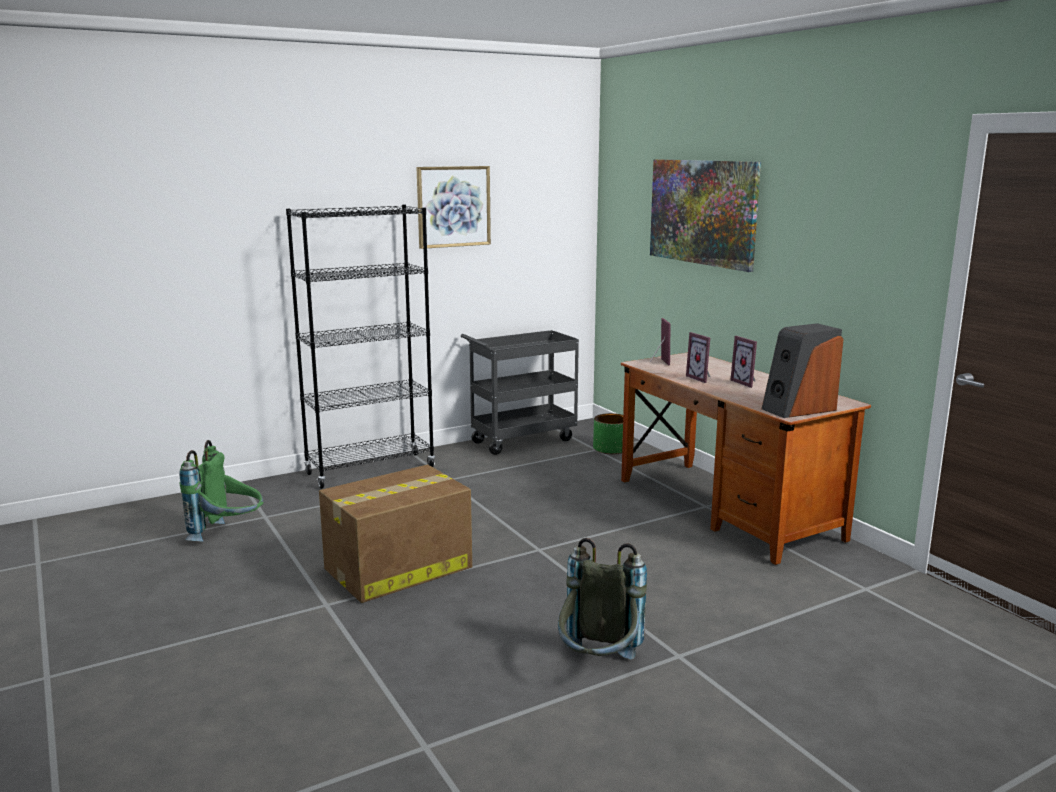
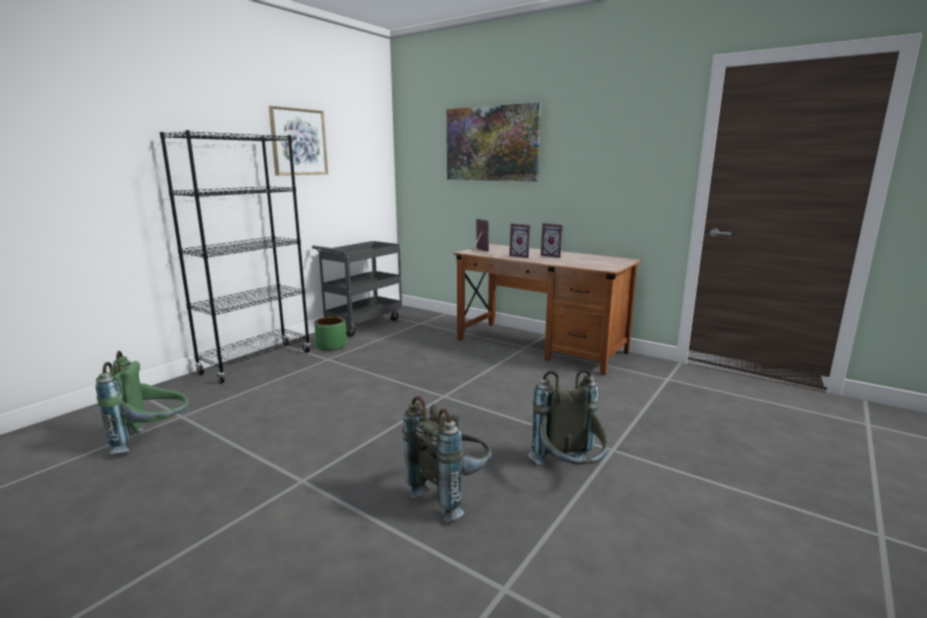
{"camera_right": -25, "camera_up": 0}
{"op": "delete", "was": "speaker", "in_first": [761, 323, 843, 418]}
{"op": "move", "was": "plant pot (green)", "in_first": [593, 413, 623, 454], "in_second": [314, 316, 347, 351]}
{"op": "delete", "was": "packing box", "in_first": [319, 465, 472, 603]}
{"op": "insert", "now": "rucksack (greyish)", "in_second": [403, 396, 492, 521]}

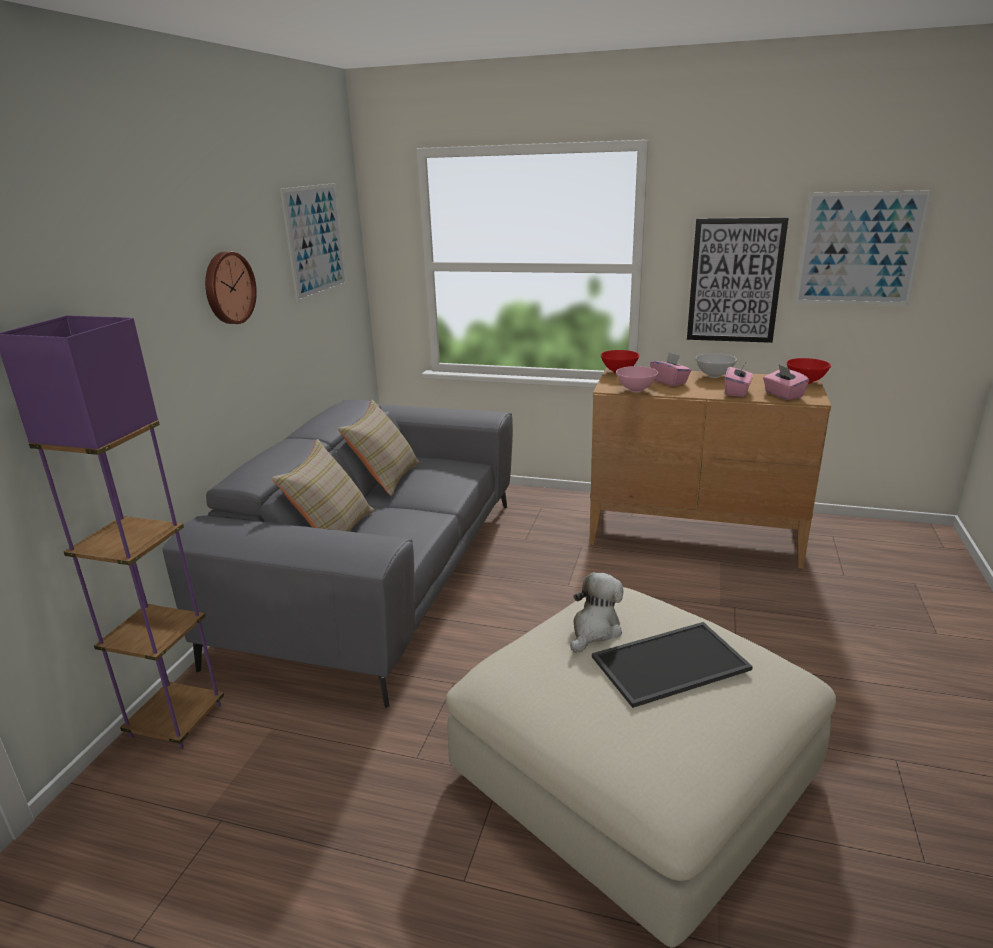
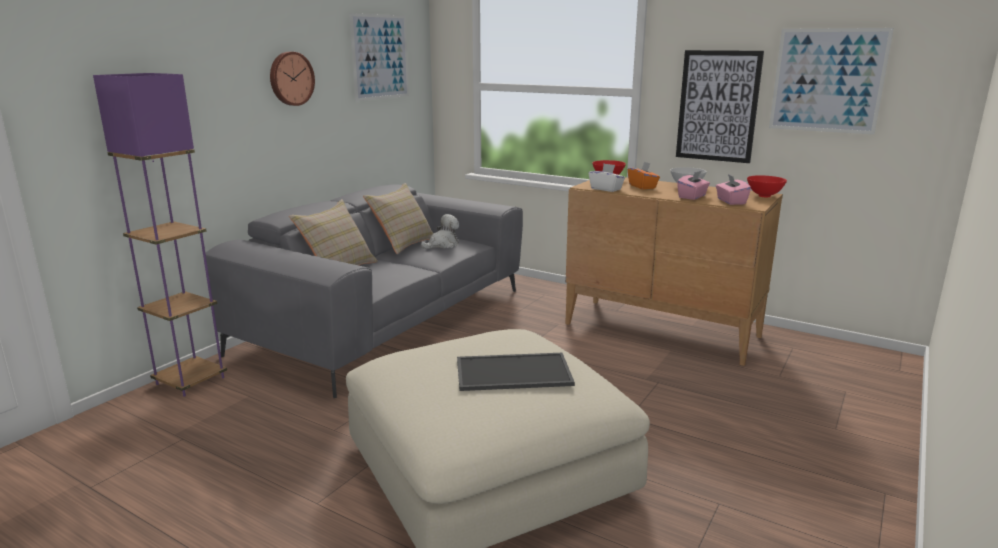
{"camera_right": 15, "camera_up": -5}
{"op": "recolor", "was": "box of tissues (pink)", "now": "box of tissues (orange-coloured)", "in_first": [650, 353, 691, 386], "in_second": [628, 161, 660, 189]}
{"op": "replace", "was": "serving bowl (pink)", "now": "box of tissues (white)", "in_first": [616, 366, 658, 392], "in_second": [589, 164, 625, 192]}
{"op": "move", "was": "soft toy", "in_first": [570, 572, 624, 653], "in_second": [421, 214, 459, 249]}

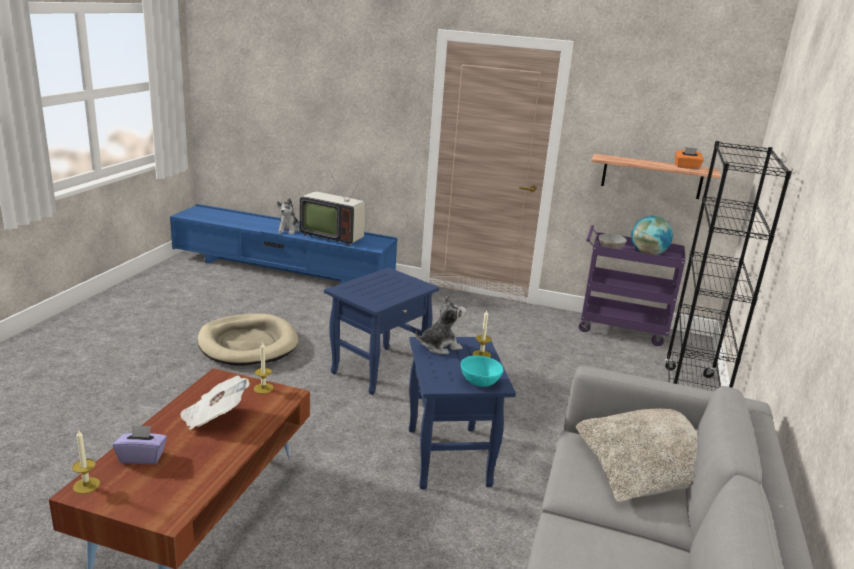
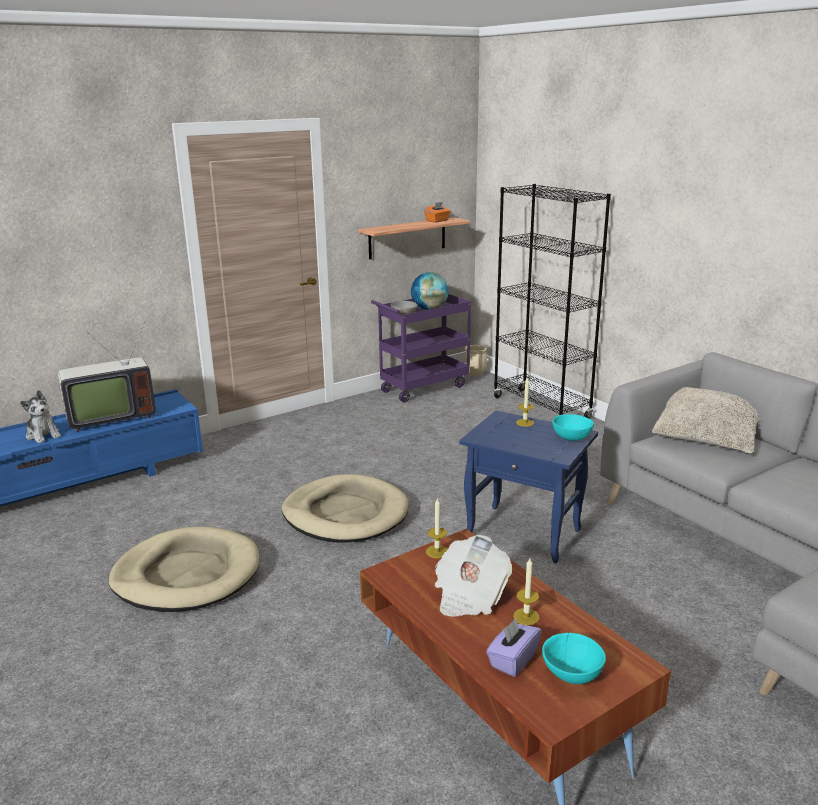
{"camera_right": -50, "camera_up": 0}
{"op": "replace", "was": "accent table (bluish)", "now": "dog cushion (beige-coloured)", "in_first": [324, 268, 440, 395], "in_second": [282, 474, 409, 542]}
{"op": "delete", "was": "soft toy", "in_first": [415, 295, 466, 354]}
{"op": "move", "was": "wax light", "in_first": [72, 430, 100, 494], "in_second": [513, 558, 540, 625]}
{"op": "insert", "now": "plant pot (beige-coloured)", "in_second": [465, 345, 487, 377]}
{"op": "insert", "now": "serving bowl (blue-green)", "in_second": [542, 633, 606, 684]}

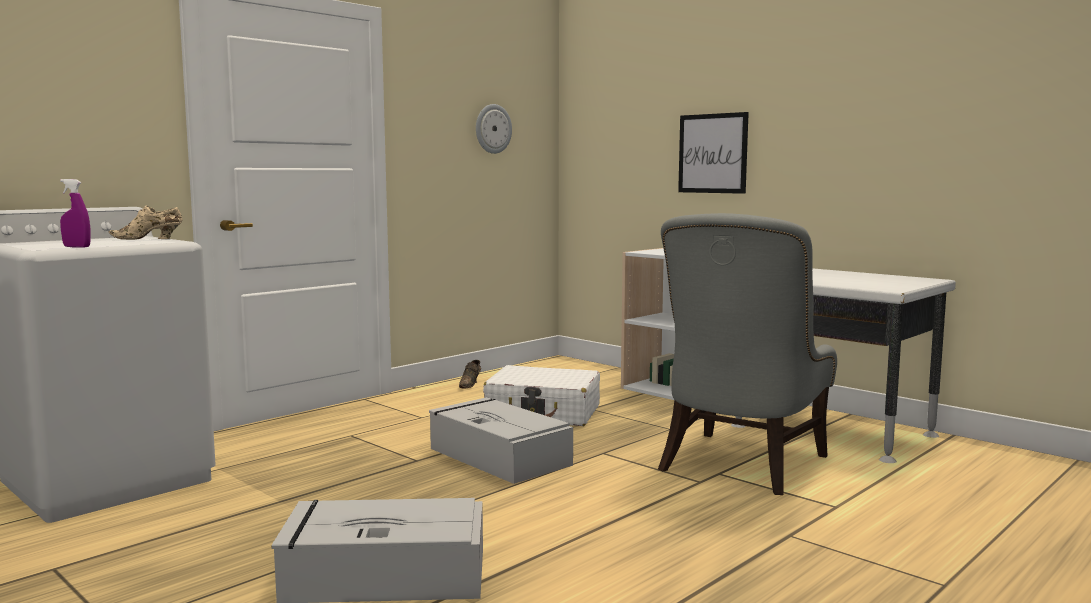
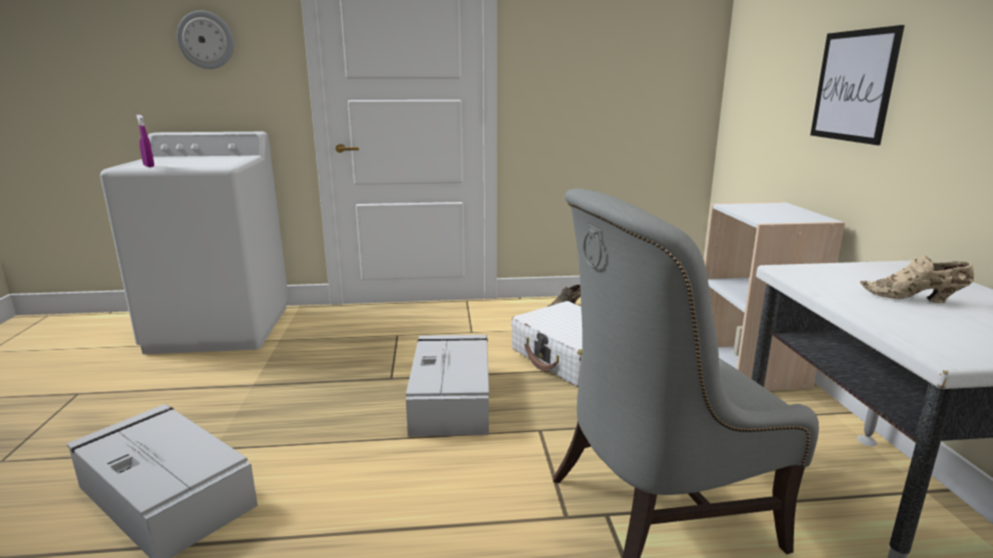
{"camera_right": 40, "camera_up": 10}
{"op": "move", "was": "wall clock", "in_first": [476, 104, 512, 154], "in_second": [177, 11, 234, 69]}
{"op": "move", "was": "item of footwear (beige-coloured)", "in_first": [108, 205, 183, 240], "in_second": [860, 255, 974, 303]}

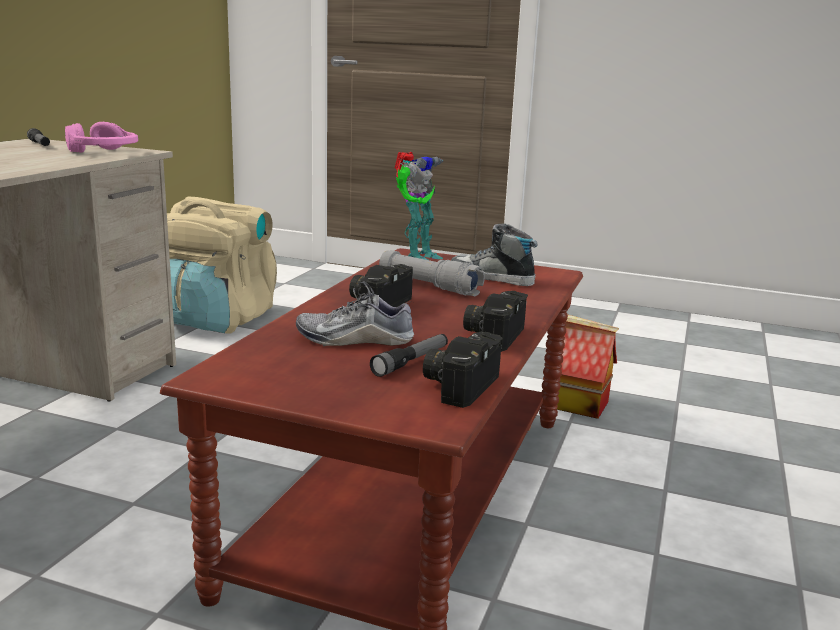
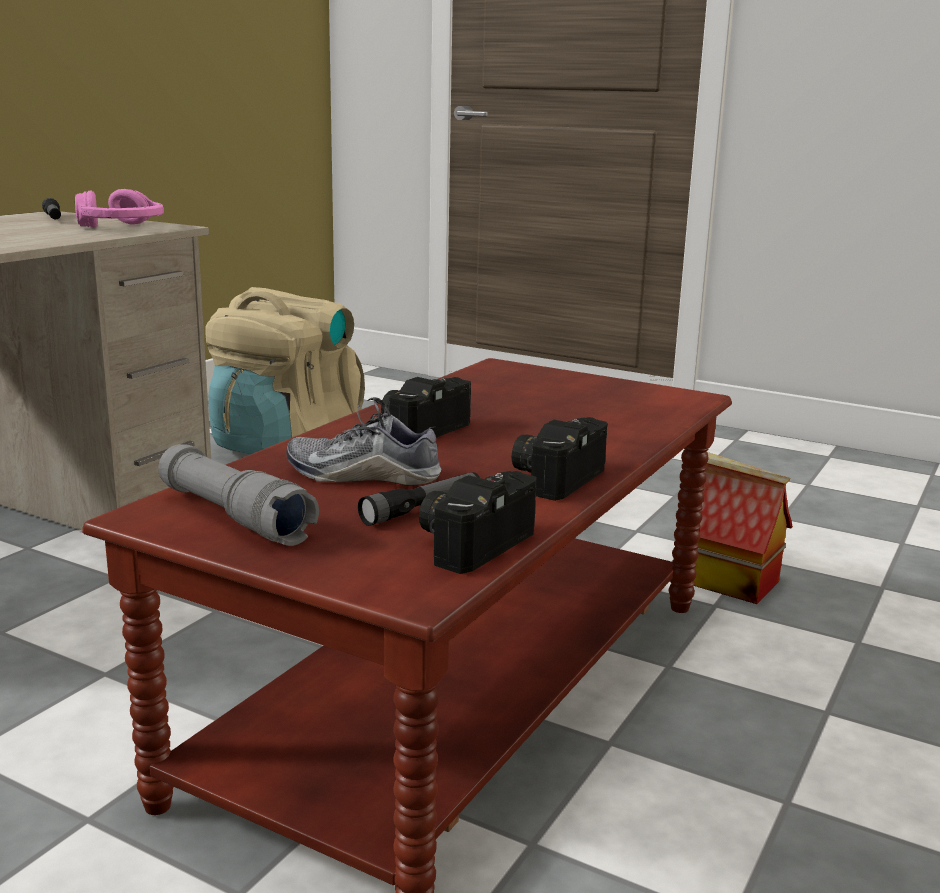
{"camera_right": 10, "camera_up": 0}
{"op": "delete", "was": "robot figure", "in_first": [395, 152, 444, 260]}
{"op": "delete", "was": "item of footwear", "in_first": [451, 223, 538, 286]}
{"op": "move", "was": "flashlight (greyish)", "in_first": [379, 250, 485, 296], "in_second": [158, 444, 319, 546]}

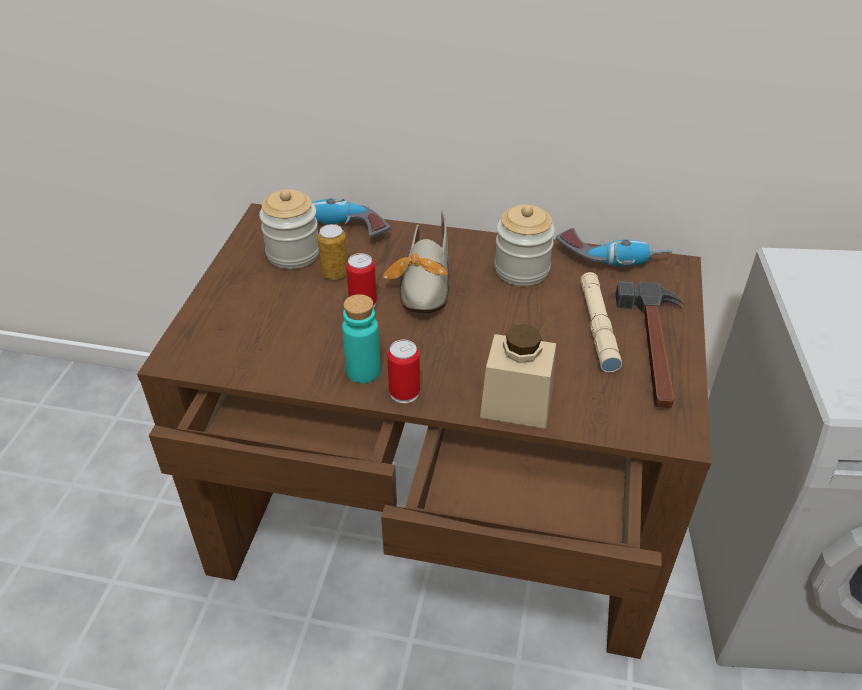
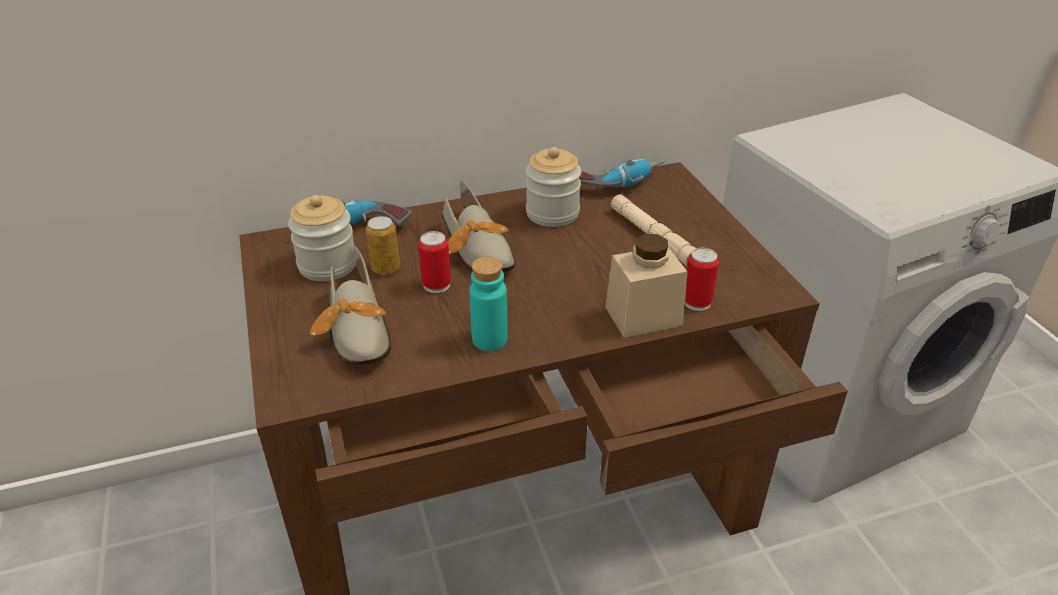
{"camera_right": -30, "camera_up": -5}
{"op": "delete", "was": "tool hammer", "in_first": [615, 281, 684, 408]}
{"op": "move", "was": "can", "in_first": [387, 340, 420, 403], "in_second": [685, 248, 719, 311]}
{"op": "insert", "now": "item of footwear", "in_second": [310, 246, 391, 365]}

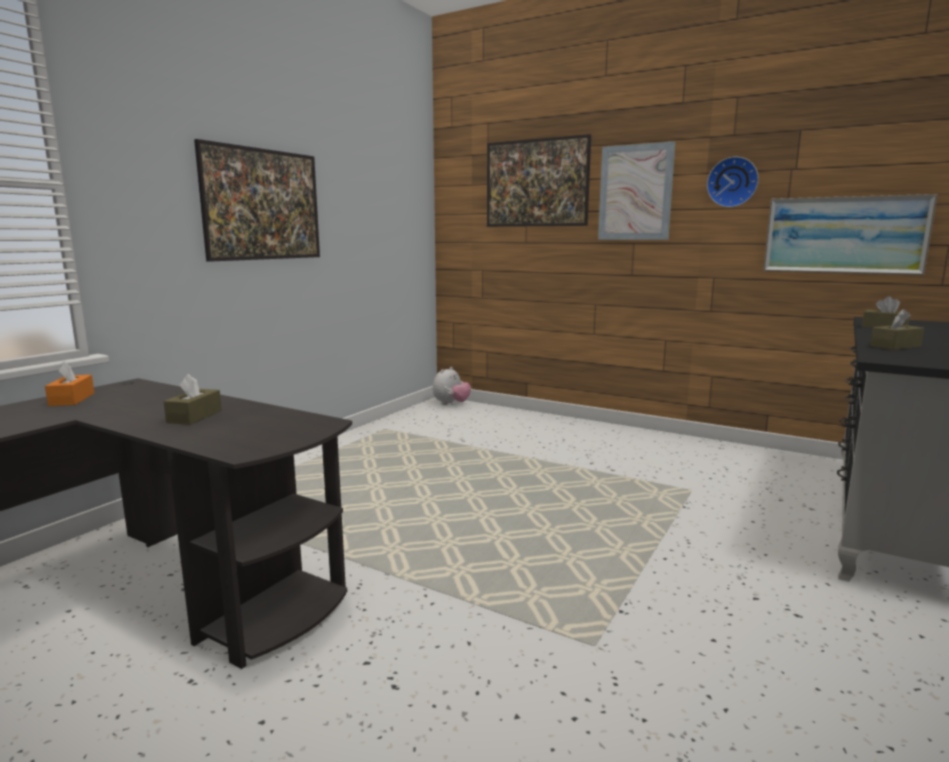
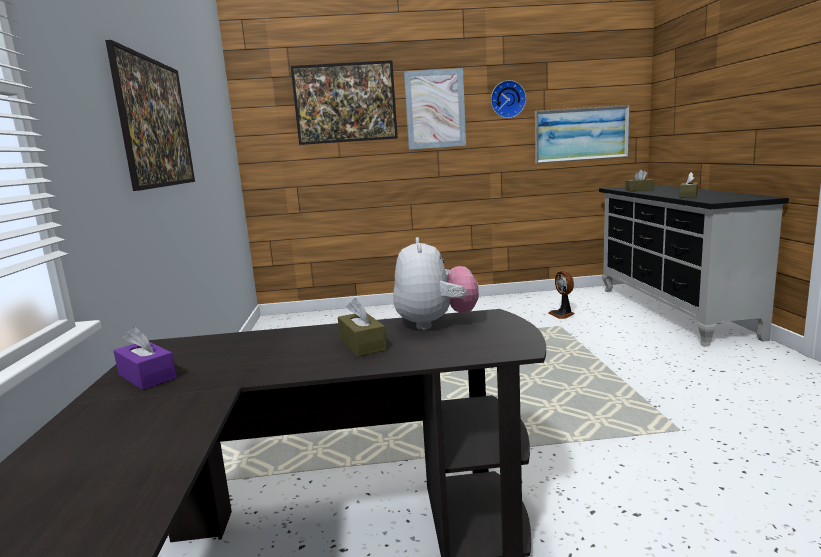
{"camera_right": -35, "camera_up": 0}
{"op": "recolor", "was": "box of tissues (orange-coloured)", "now": "box of tissues (purple-coloured)", "in_first": [45, 361, 94, 406], "in_second": [114, 326, 177, 390]}
{"op": "move", "was": "soft toy", "in_first": [433, 367, 471, 405], "in_second": [393, 237, 479, 330]}
{"op": "insert", "now": "fan", "in_second": [548, 270, 575, 319]}

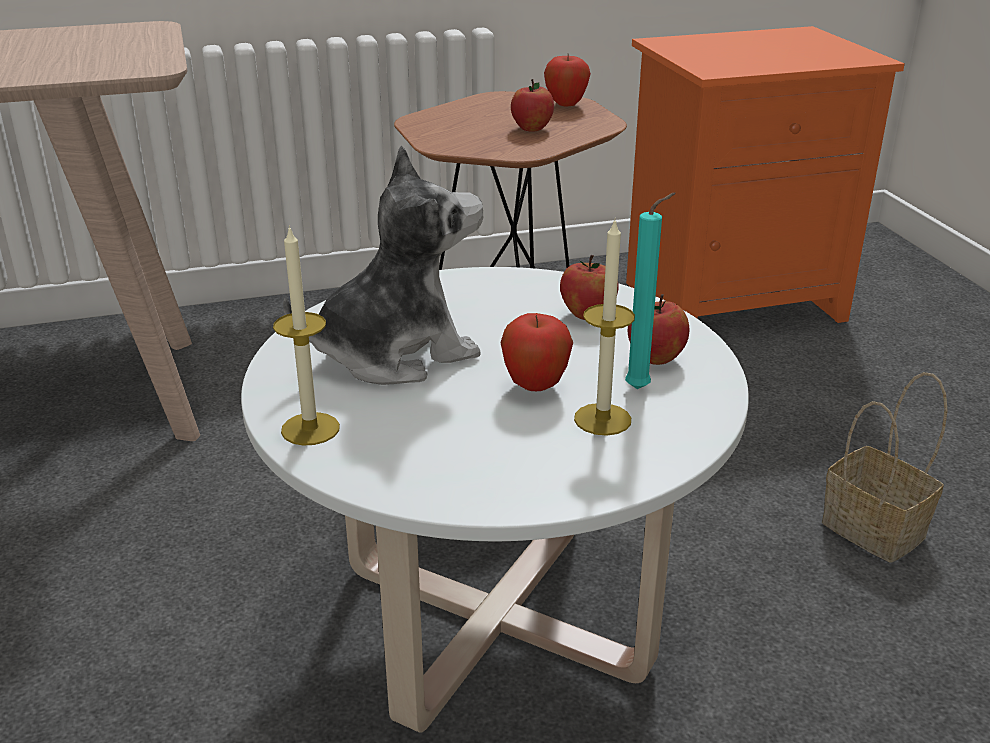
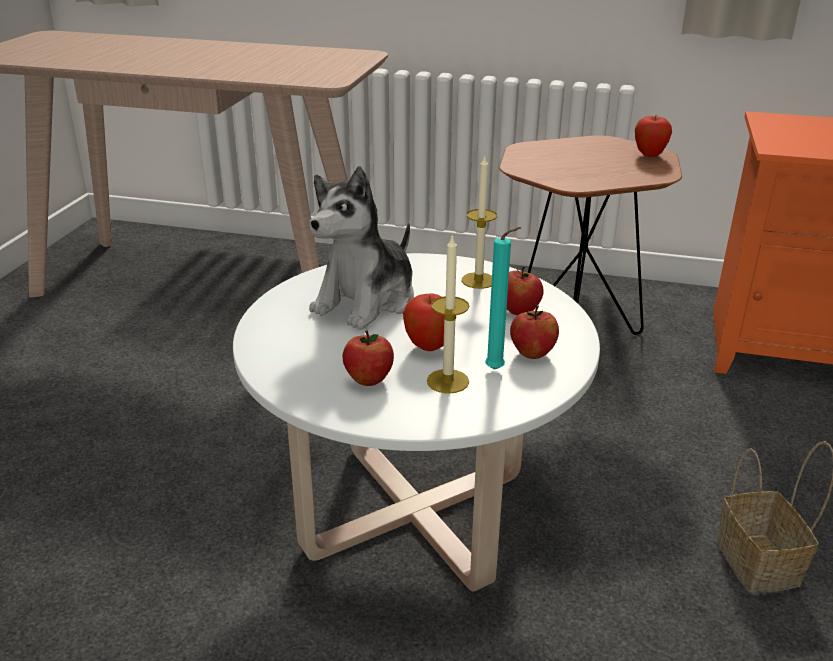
{"camera_right": 30, "camera_up": 0}
{"op": "move", "was": "whole apple", "in_first": [511, 79, 554, 132], "in_second": [343, 331, 394, 386]}
{"op": "rotate", "was": "soft toy", "in_first": [283, 145, 483, 385], "in_second": [309, 166, 414, 330], "clockwise": 120}
{"op": "move", "was": "wax light", "in_first": [273, 225, 340, 446], "in_second": [462, 156, 497, 289]}

